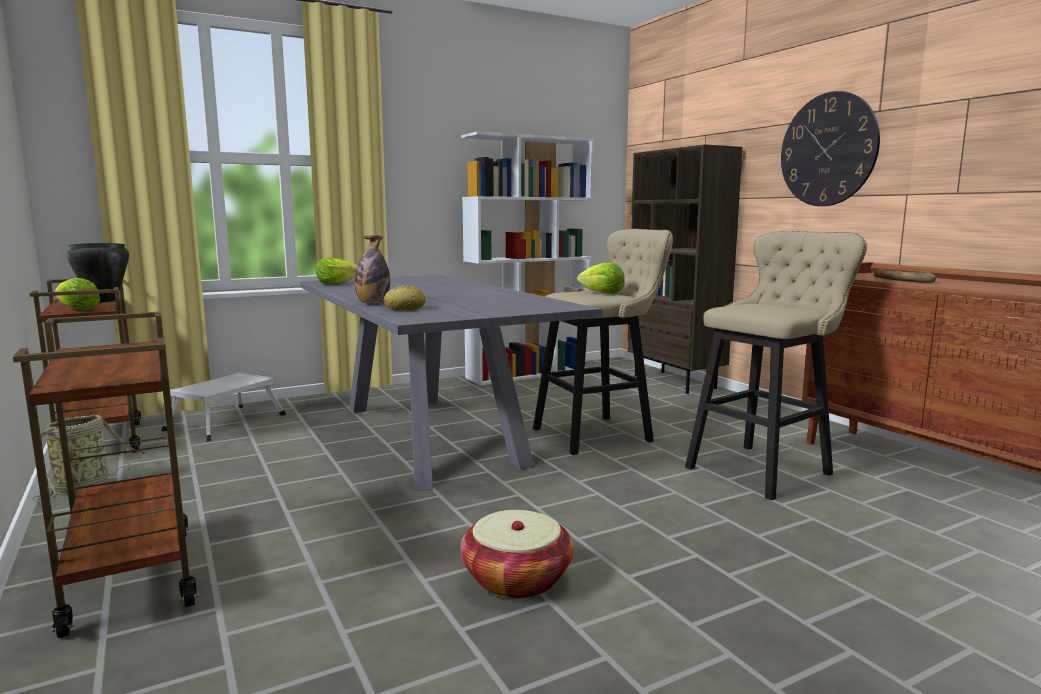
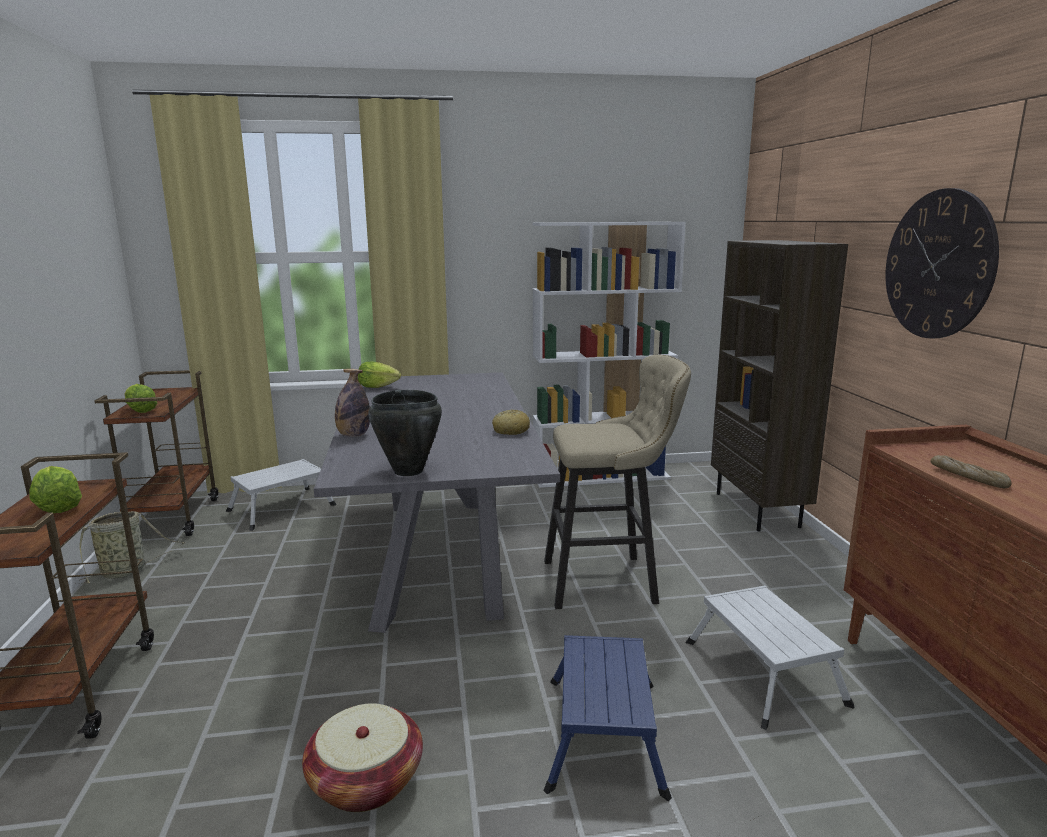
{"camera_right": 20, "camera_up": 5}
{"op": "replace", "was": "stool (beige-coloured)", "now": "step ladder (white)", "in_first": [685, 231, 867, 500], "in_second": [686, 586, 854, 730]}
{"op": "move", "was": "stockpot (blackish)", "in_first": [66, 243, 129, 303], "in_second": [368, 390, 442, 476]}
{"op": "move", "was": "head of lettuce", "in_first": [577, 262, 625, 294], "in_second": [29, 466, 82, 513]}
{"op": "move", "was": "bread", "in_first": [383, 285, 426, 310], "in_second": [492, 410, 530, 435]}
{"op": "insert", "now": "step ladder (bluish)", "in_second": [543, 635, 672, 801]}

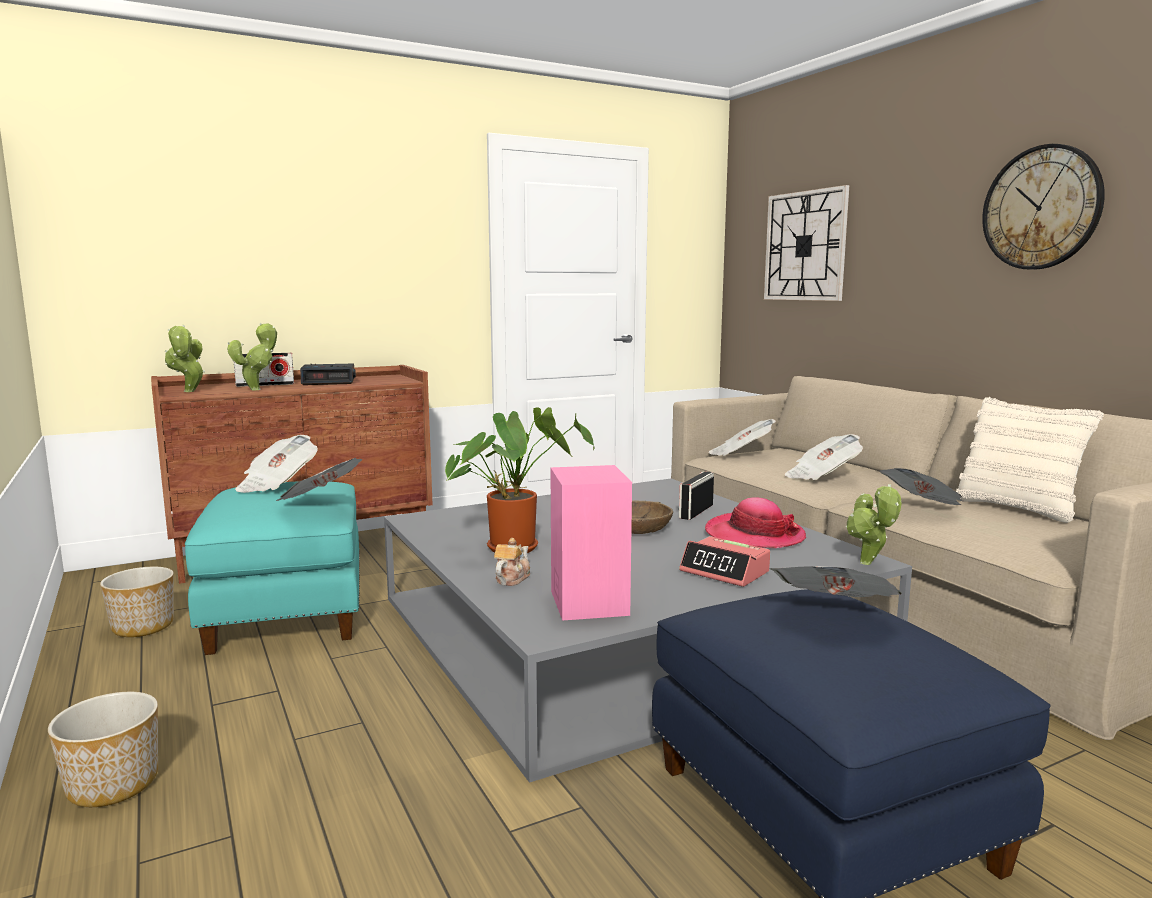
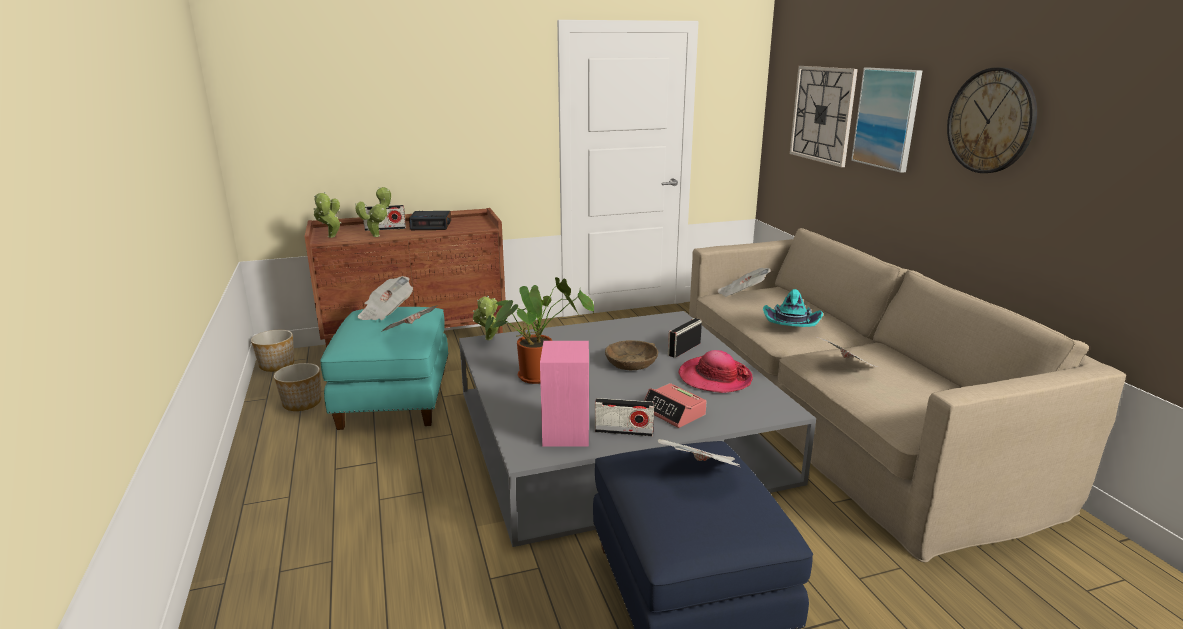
{"camera_right": 10, "camera_up": 10}
{"op": "delete", "was": "cushion (beige-coloured)", "in_first": [956, 397, 1104, 523]}
{"op": "replace", "was": "daily paper", "now": "clothing hat (blue-green)", "in_first": [785, 434, 863, 480], "in_second": [763, 289, 823, 327]}
{"op": "move", "was": "houseplant", "in_first": [846, 484, 902, 565], "in_second": [473, 296, 499, 340]}
{"op": "delete", "was": "teapot", "in_first": [494, 538, 530, 586]}
{"op": "move", "was": "plant pot", "in_first": [48, 692, 158, 807], "in_second": [251, 330, 294, 372]}
{"op": "insert", "now": "wall art", "in_second": [851, 68, 923, 173]}
{"op": "insert", "now": "radio receiver", "in_second": [595, 398, 654, 436]}

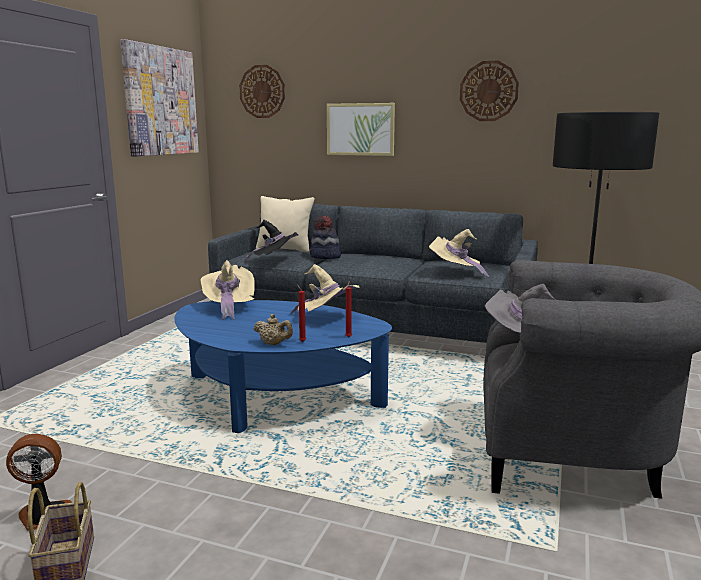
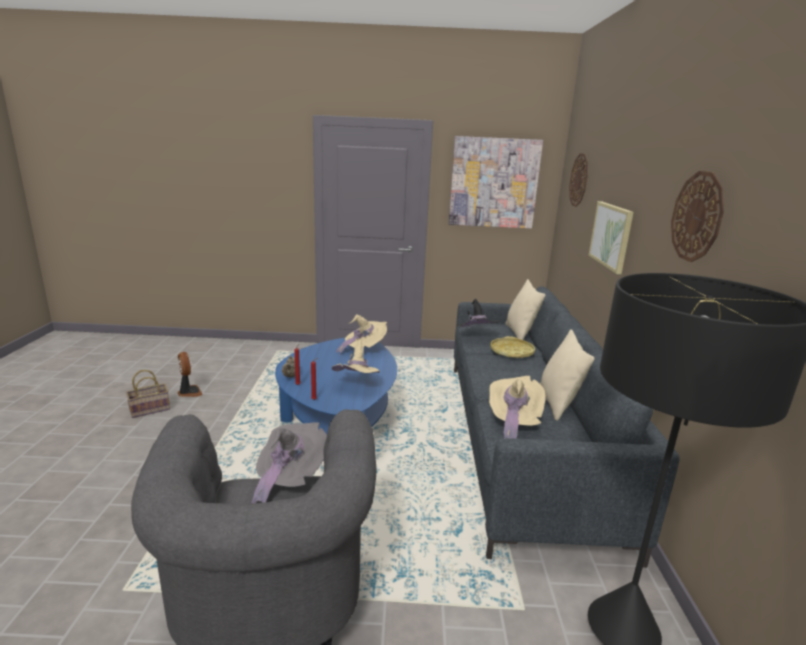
{"camera_right": 70, "camera_up": 5}
{"op": "replace", "was": "clothing hat", "now": "carrying tray (yellow)", "in_first": [310, 216, 341, 259], "in_second": [490, 336, 535, 358]}
{"op": "insert", "now": "cushion (beige-coloured)", "in_second": [540, 329, 594, 421]}

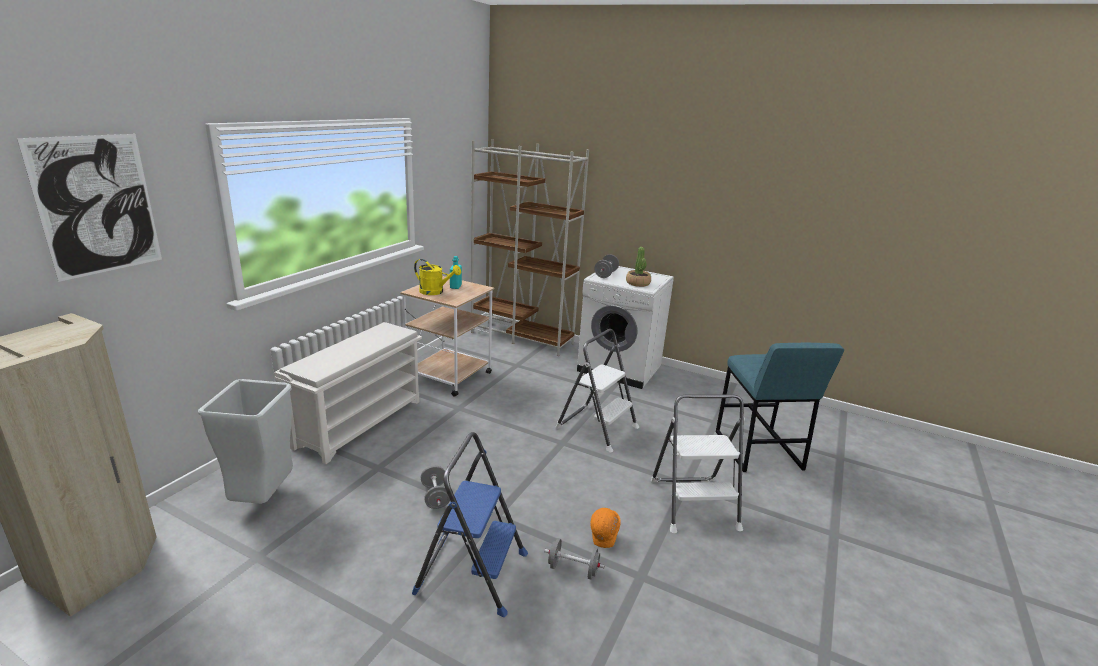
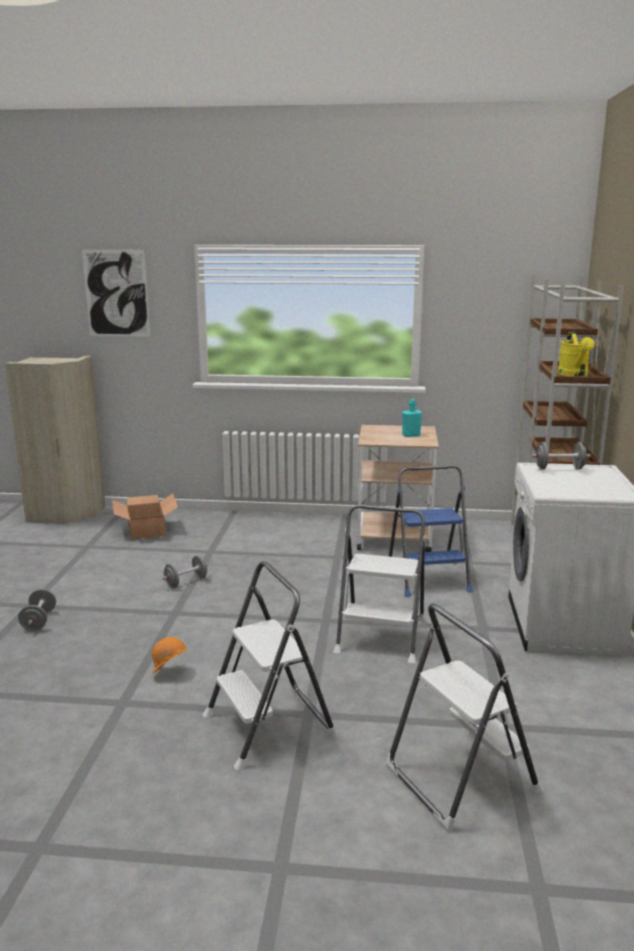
{"camera_right": 70, "camera_up": -5}
{"op": "delete", "was": "houseplant", "in_first": [626, 247, 651, 287]}
{"op": "move", "was": "sprinkling can (yellow)", "in_first": [414, 259, 461, 295], "in_second": [558, 331, 595, 376]}
{"op": "delete", "was": "shoe rack (white)", "in_first": [274, 322, 422, 464]}
{"op": "replace", "was": "stool (bluish)", "now": "step ladder (white)", "in_first": [716, 343, 844, 472], "in_second": [386, 603, 544, 831]}
{"op": "replace", "was": "rubbish bin (greyish)", "now": "packing box", "in_first": [198, 379, 293, 504], "in_second": [112, 493, 178, 540]}
{"op": "move", "was": "step ladder (bluish)", "in_first": [412, 432, 528, 617], "in_second": [389, 465, 473, 597]}
{"op": "move", "was": "hand weight (greyish)", "in_first": [544, 538, 605, 579], "in_second": [18, 589, 56, 631]}

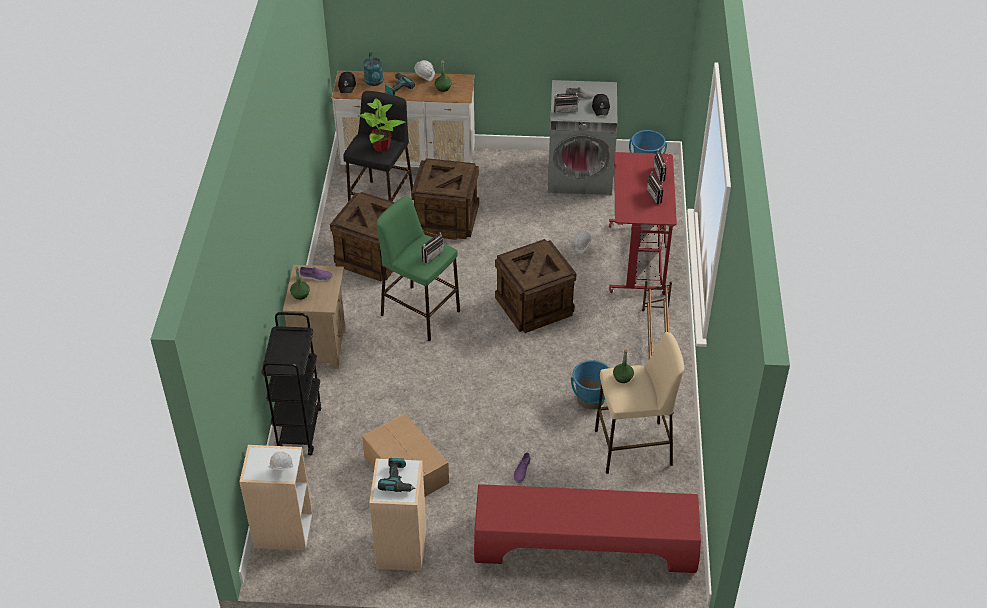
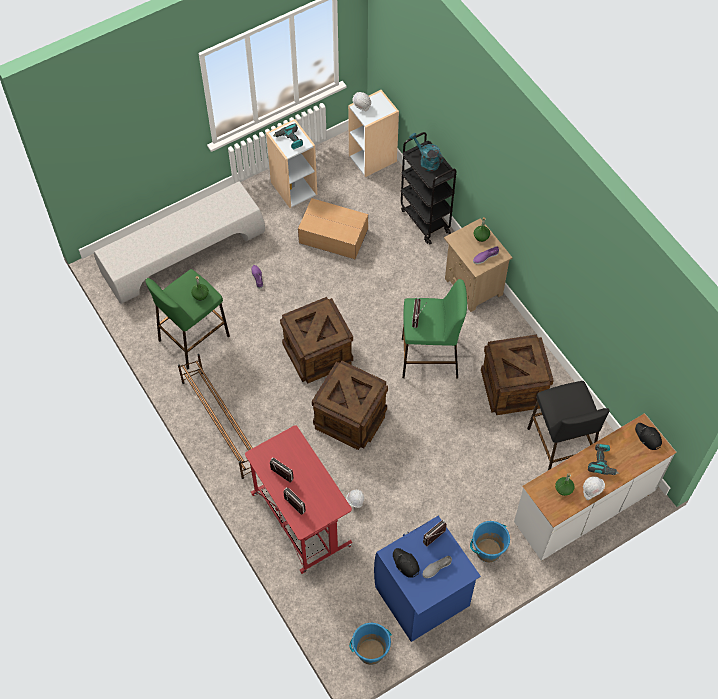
{"camera_right": 145, "camera_up": 15}
{"op": "move", "was": "sprinkling can (blue-green)", "in_first": [363, 52, 384, 86], "in_second": [409, 133, 443, 171]}
{"op": "recolor", "was": "laundry appliance (greyish)", "now": "laundry appliance (bluish)", "in_first": [548, 80, 617, 195], "in_second": [374, 515, 481, 642]}
{"op": "delete", "was": "houseplant", "in_first": [359, 98, 406, 152]}
{"op": "move", "was": "crate", "in_first": [411, 158, 479, 240], "in_second": [280, 297, 353, 384]}
{"op": "recolor", "was": "stool (beige-coloured)", "now": "stool (green)", "in_first": [595, 332, 684, 474], "in_second": [145, 269, 230, 369]}
{"op": "move", "was": "bucket (bluish)", "in_first": [570, 360, 610, 409], "in_second": [470, 521, 510, 562]}
{"op": "recolor", "was": "indoor bench (red-coloured)", "now": "indoor bench (greyish)", "in_first": [474, 484, 701, 573], "in_second": [94, 181, 265, 304]}

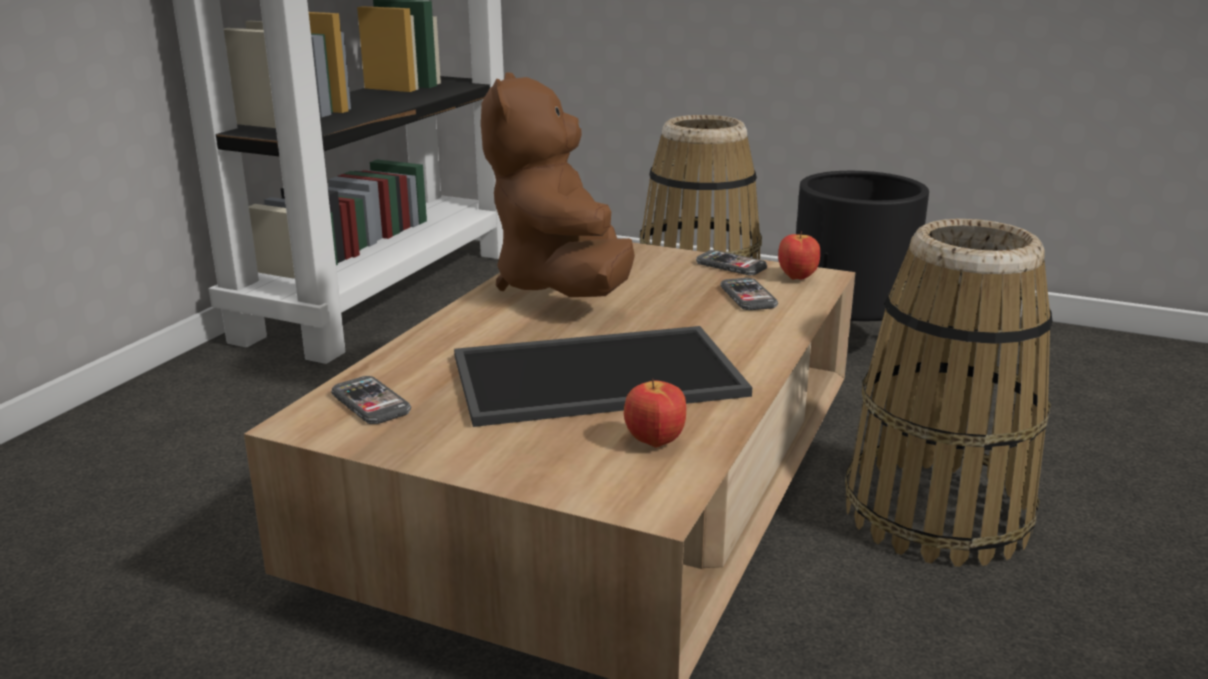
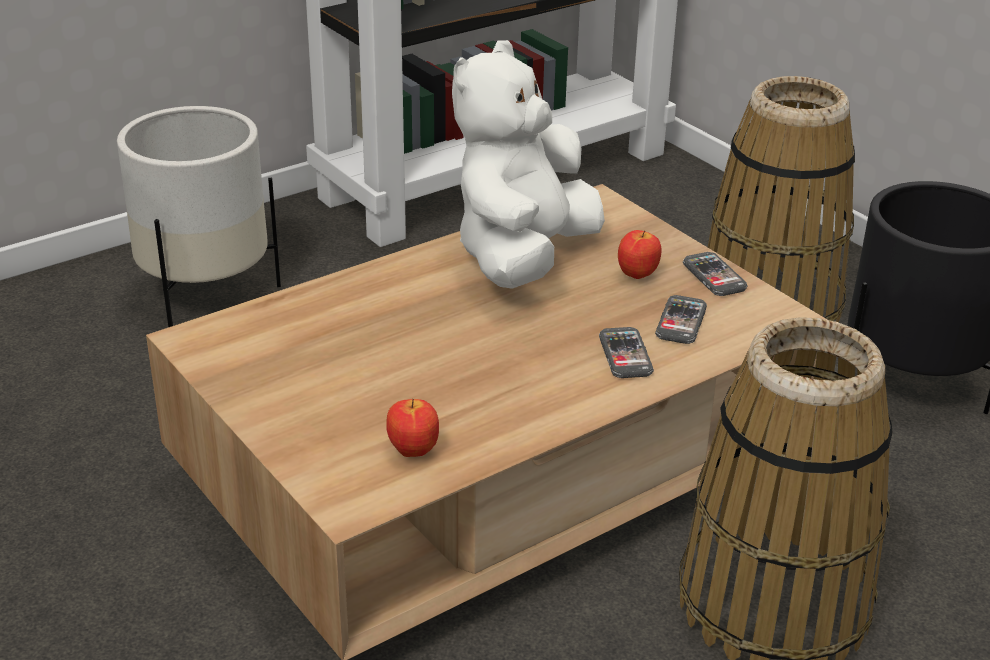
{"camera_right": 30, "camera_up": 10}
{"op": "recolor", "was": "soft toy (brown)", "now": "soft toy (white)", "in_first": [481, 72, 635, 297], "in_second": [452, 40, 605, 289]}
{"op": "move", "was": "whole apple", "in_first": [778, 231, 820, 280], "in_second": [618, 230, 661, 279]}
{"op": "delete", "was": "carrying tray", "in_first": [454, 326, 752, 427]}
{"op": "move", "was": "phone", "in_first": [331, 376, 411, 424], "in_second": [599, 327, 654, 378]}
{"op": "insert", "now": "plant pot (white)", "in_second": [117, 106, 281, 327]}

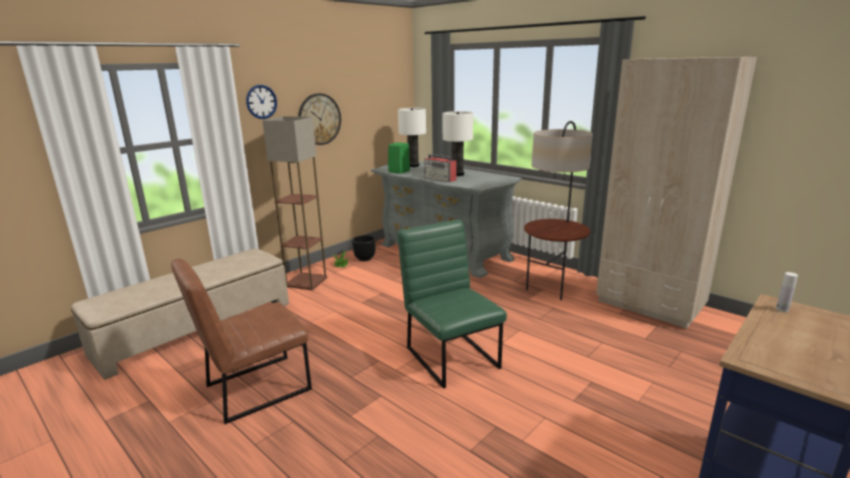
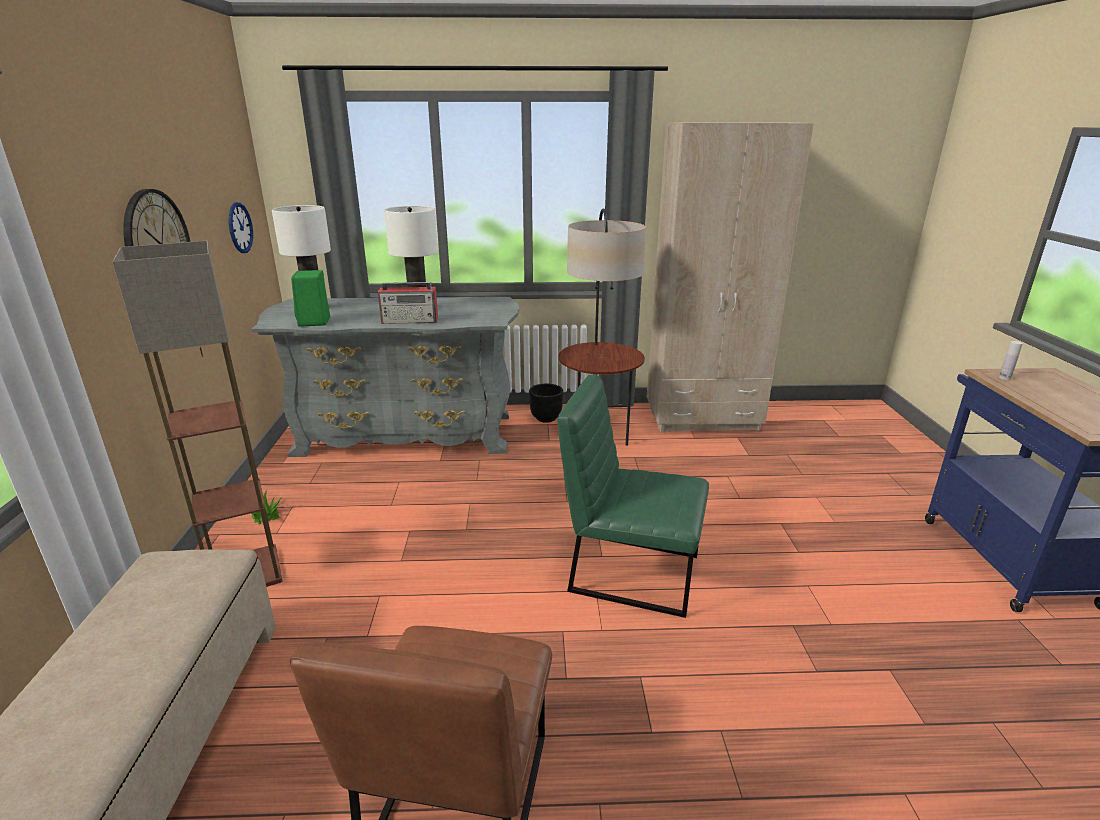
{"camera_right": -45, "camera_up": 5}
{"op": "move", "was": "wall clock", "in_first": [246, 85, 277, 119], "in_second": [229, 202, 253, 253]}
{"op": "move", "was": "plant pot (blackish)", "in_first": [352, 235, 376, 261], "in_second": [529, 384, 563, 423]}

